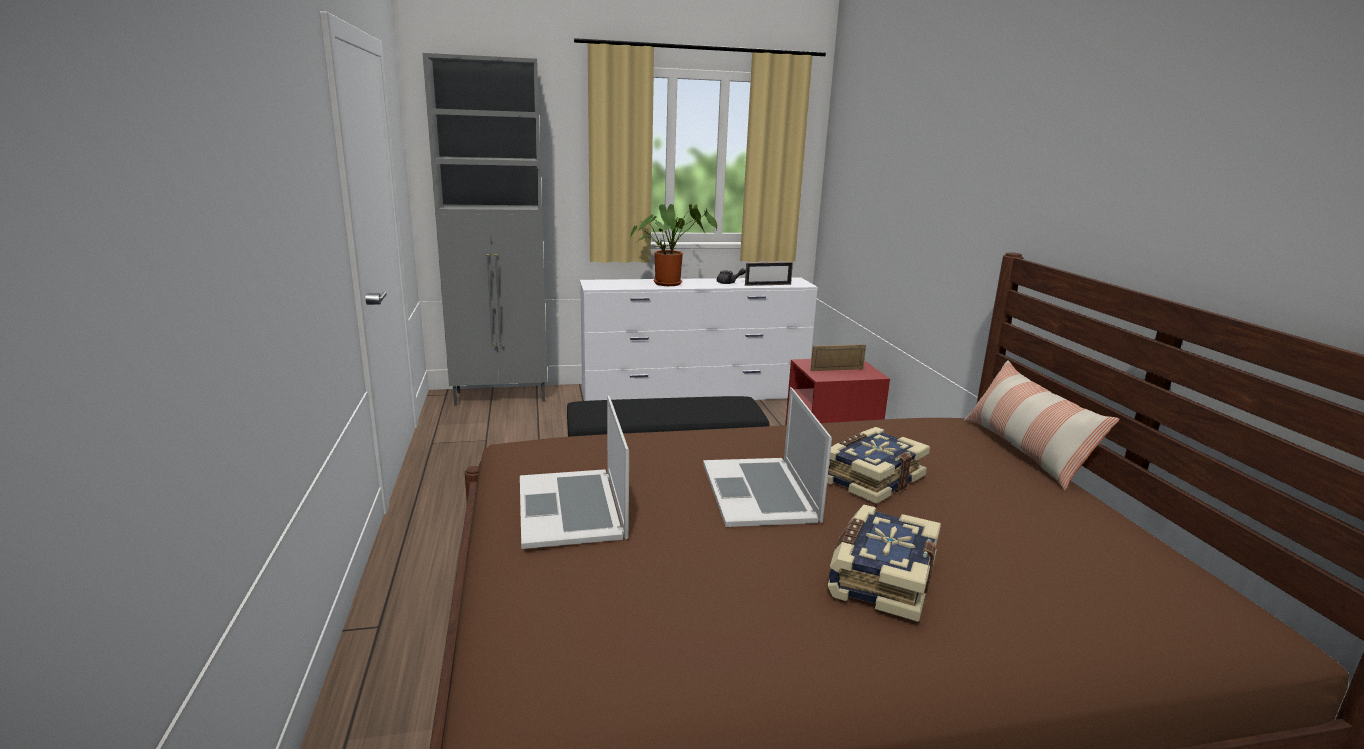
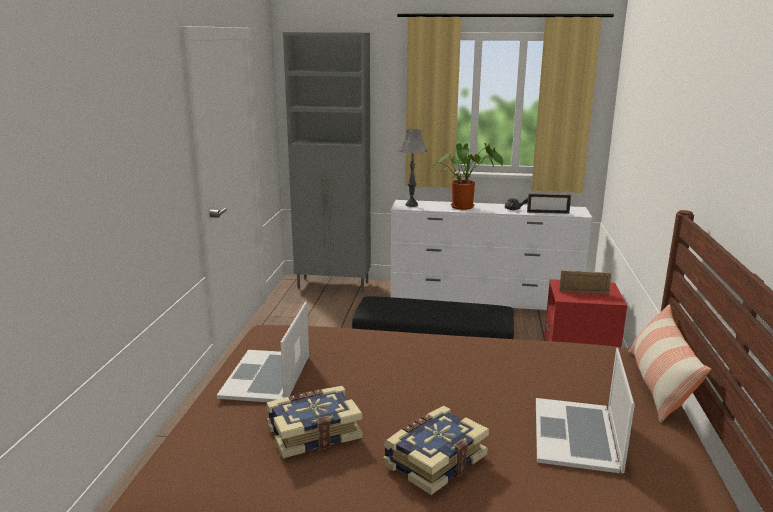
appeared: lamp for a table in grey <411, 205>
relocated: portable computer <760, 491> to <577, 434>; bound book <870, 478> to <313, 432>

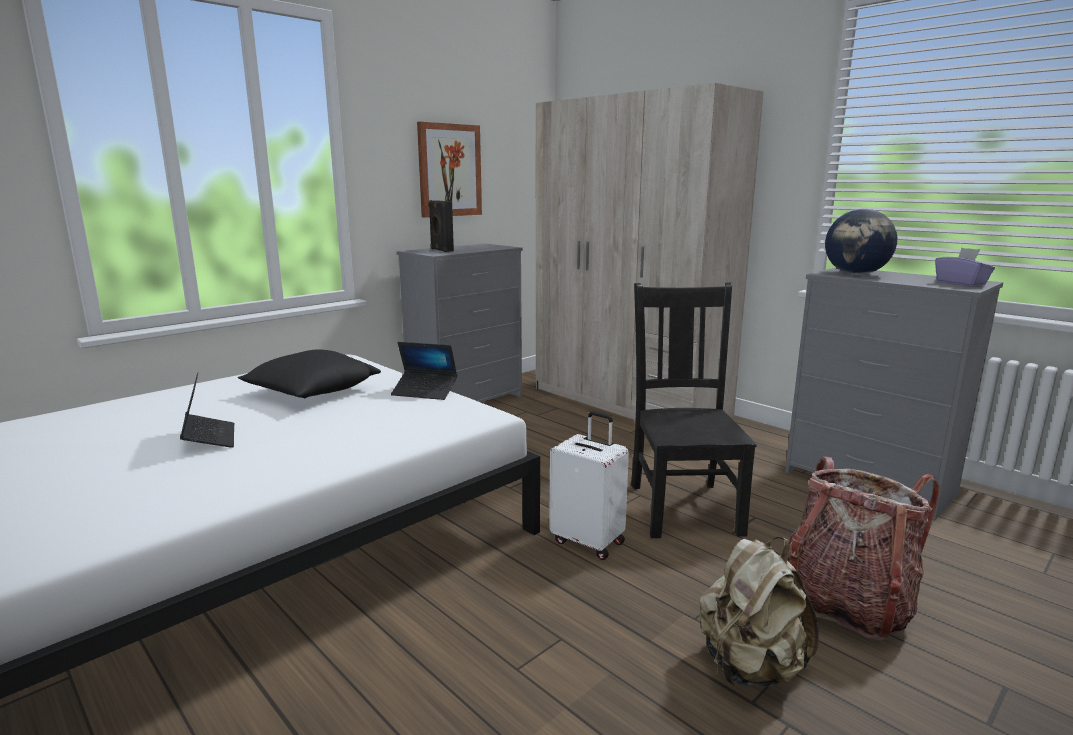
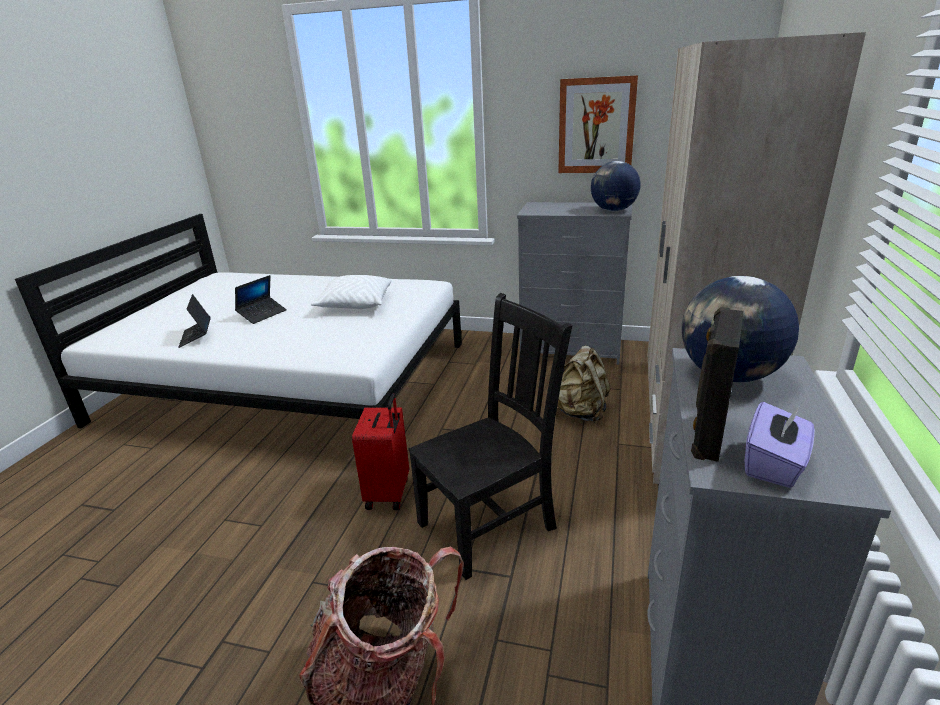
appeared: desk globe <613, 210>
relocated: portable computer <425, 392> to <196, 336>; loudspeaker in black <441, 250> to <706, 435>; rucksack in beige-coloured <750, 667> to <580, 412>
colour: pillow in black <312, 393> to pillow in white-coloured <355, 304>; piece of luggage in white-coloured <589, 541> to piece of luggage in red-coloured <389, 493>

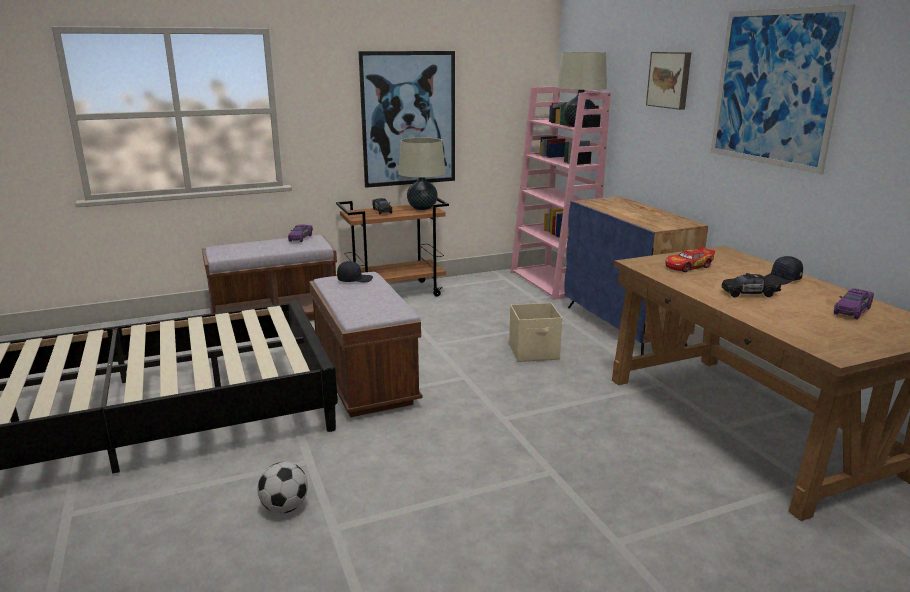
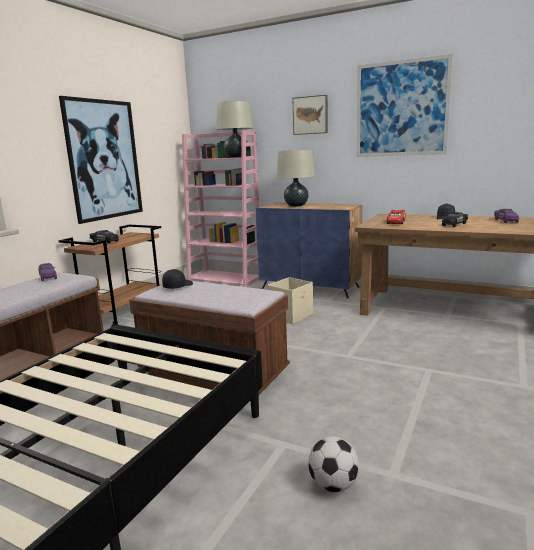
relocated: lamp for a table in beige-coloured <422, 208> to <296, 205>

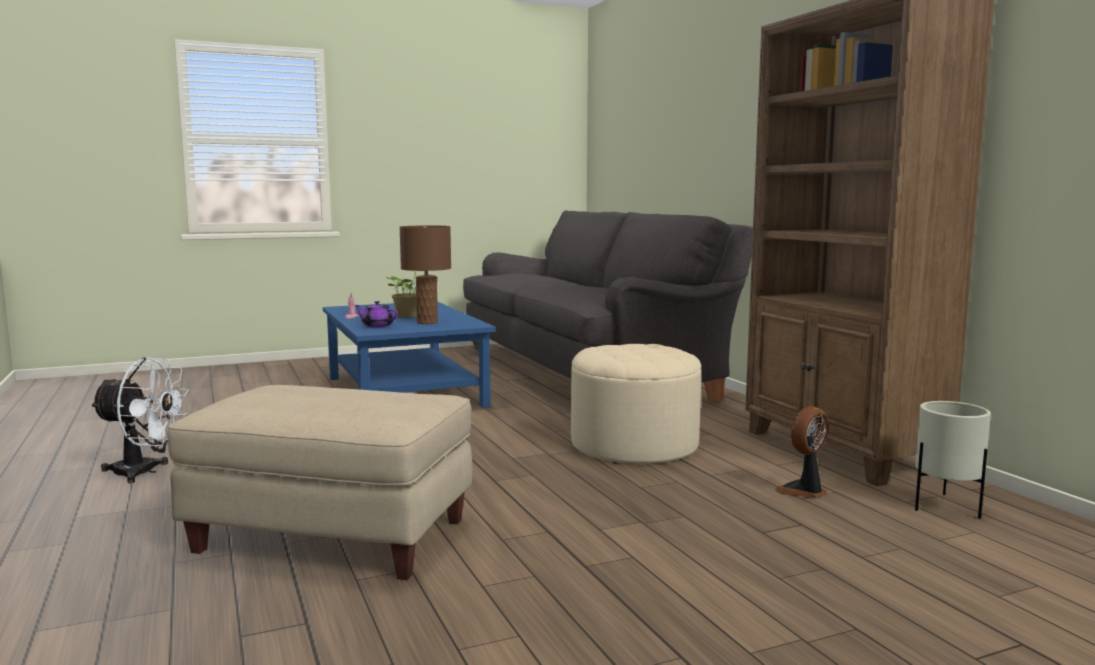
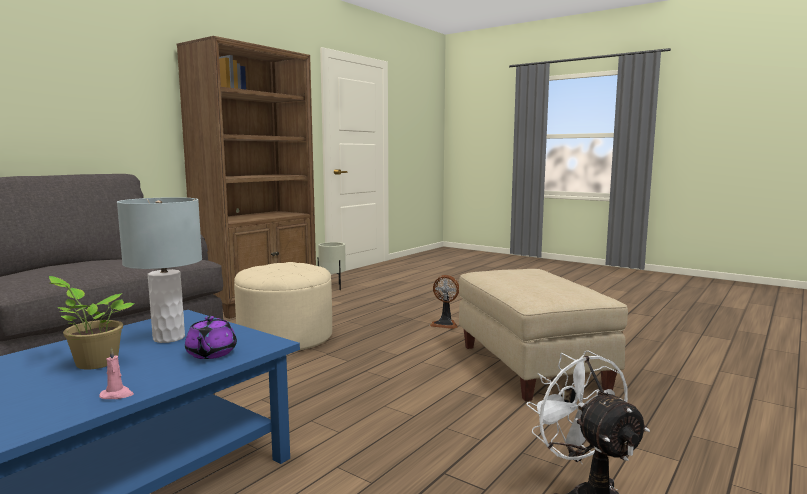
relocated: electric fan <804, 491> to <445, 324>
colour: lamp for a table in brown-coloured <427, 322> to lamp for a table in grey <169, 338>

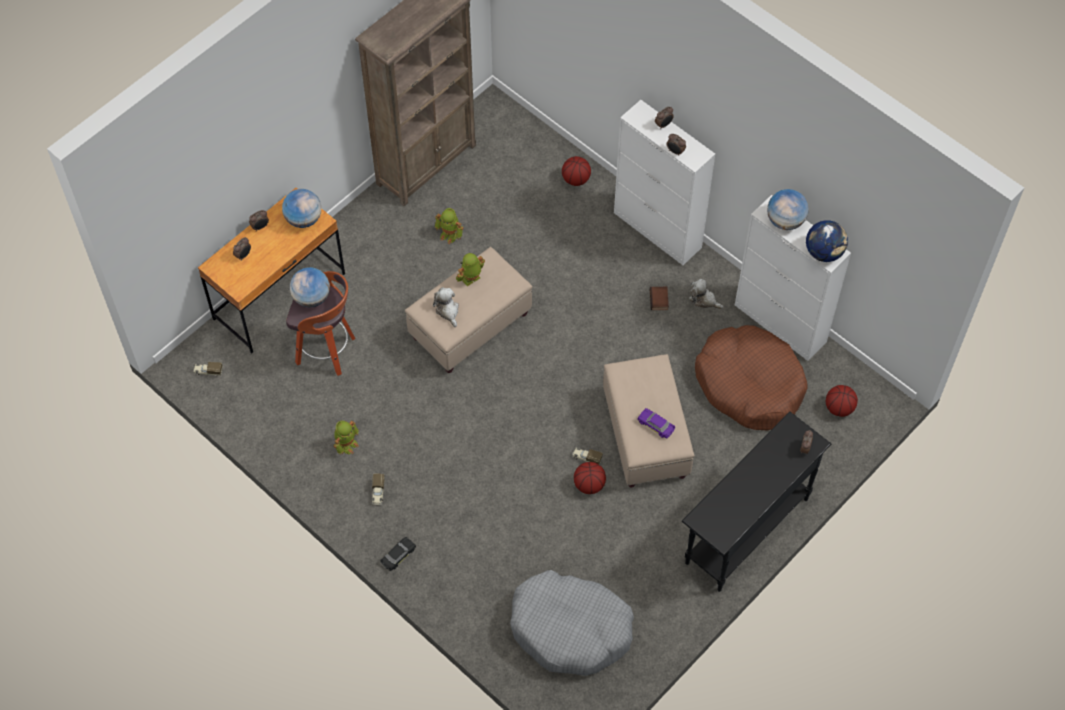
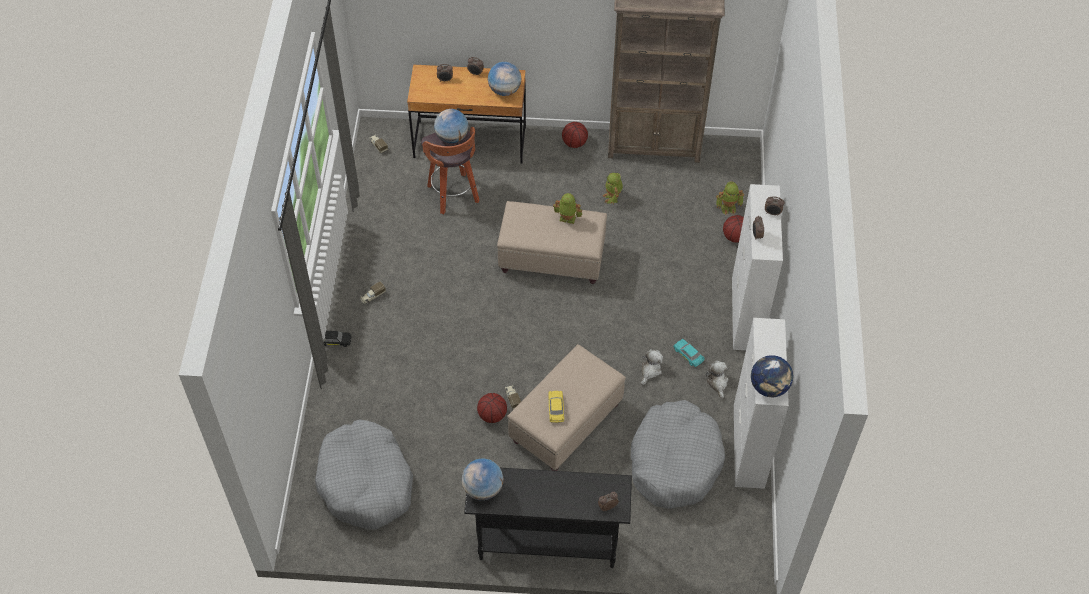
relocated: robot figure <347, 444> to <728, 207>; soft toy <447, 310> to <650, 370>; desk globe <785, 221> to <483, 489>; basketball <839, 408> to <574, 143>
exchanged: bound book <659, 300> to model car in blue-green <688, 355>
colour: model car in purplish <655, 425> to model car in yellow <556, 409>; pet bed in brown-coloured <749, 384> to pet bed in grey <674, 461>

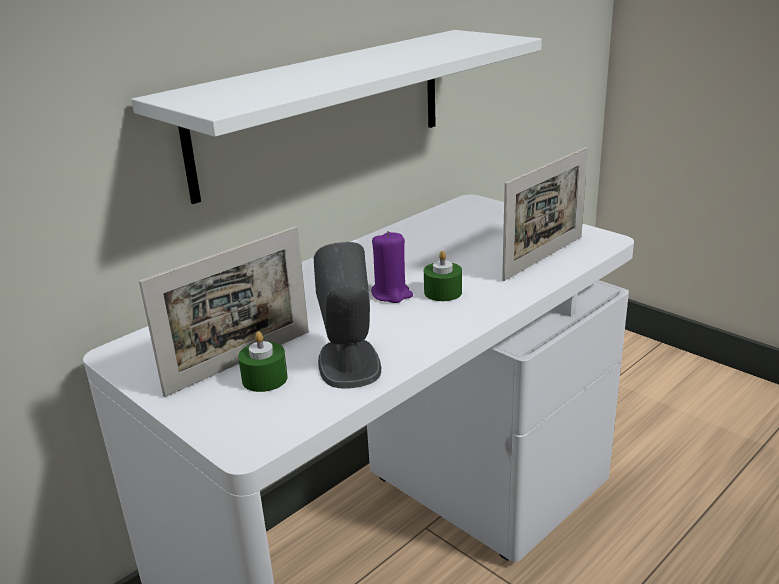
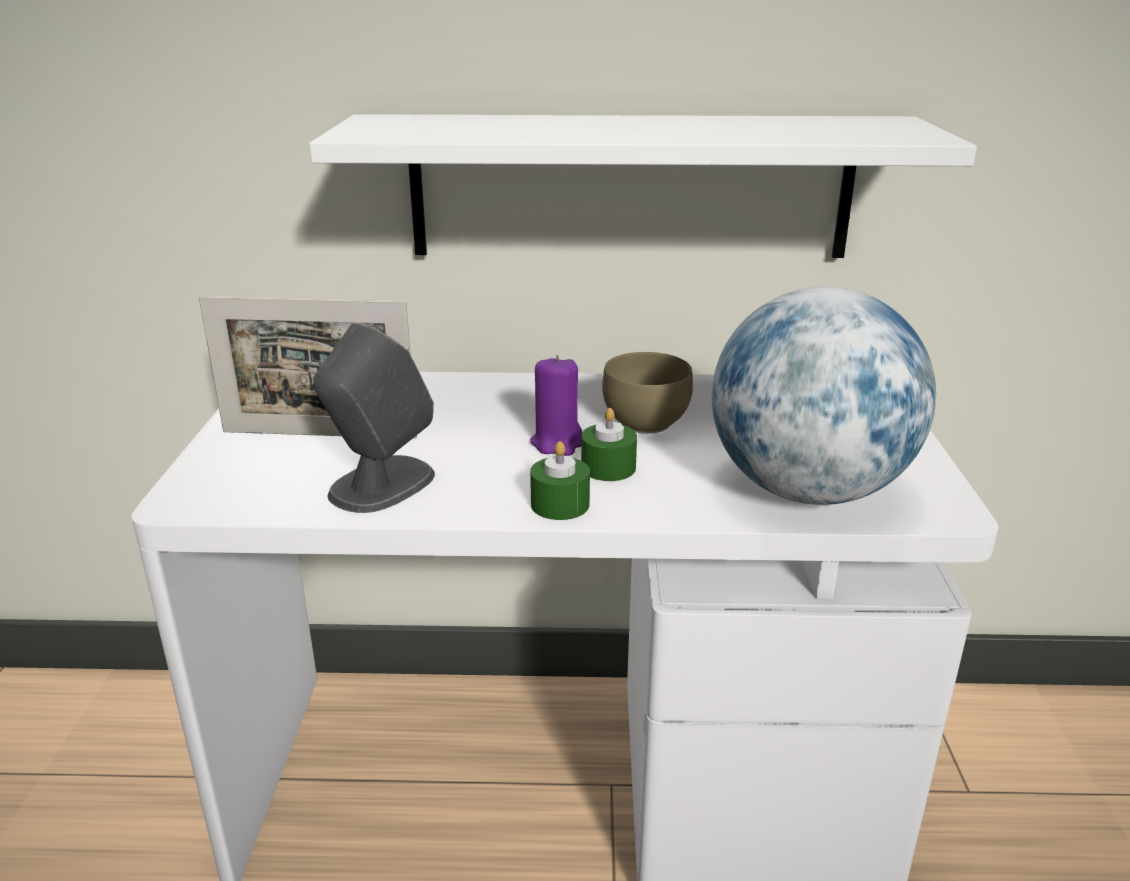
appeared: deep dish in brown-coloured <648, 423>
relocated: wax candle in green-coloured <264, 379> to <560, 504>
exchanged: standing frame <543, 257> to desk globe <808, 490>

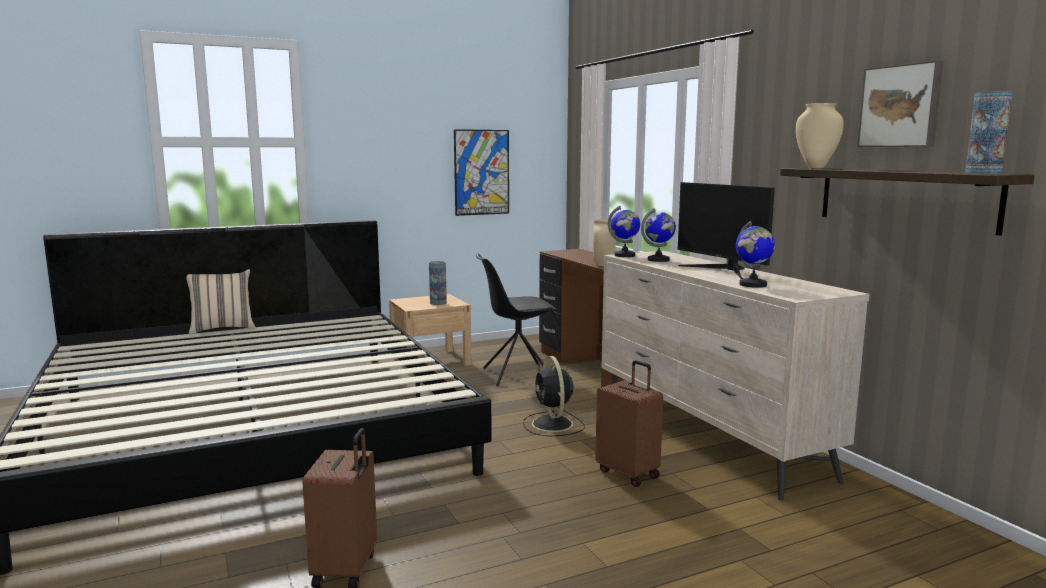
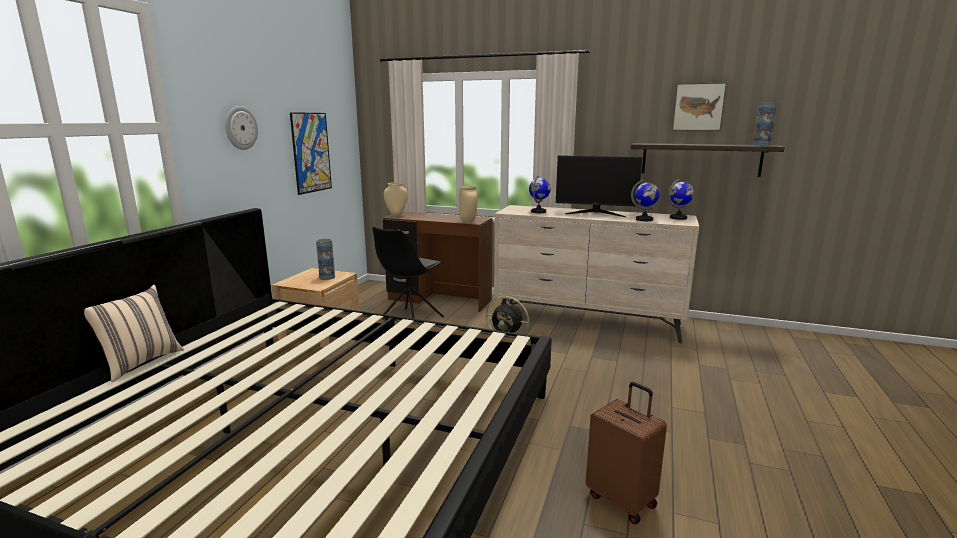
missing: piece of luggage in brown-coloured <629, 473>
appeared: hanging clock <240, 128>
relocated: desk globe <624, 255> to <678, 218>; flower vase in beige-coloured <815, 168> to <396, 216>

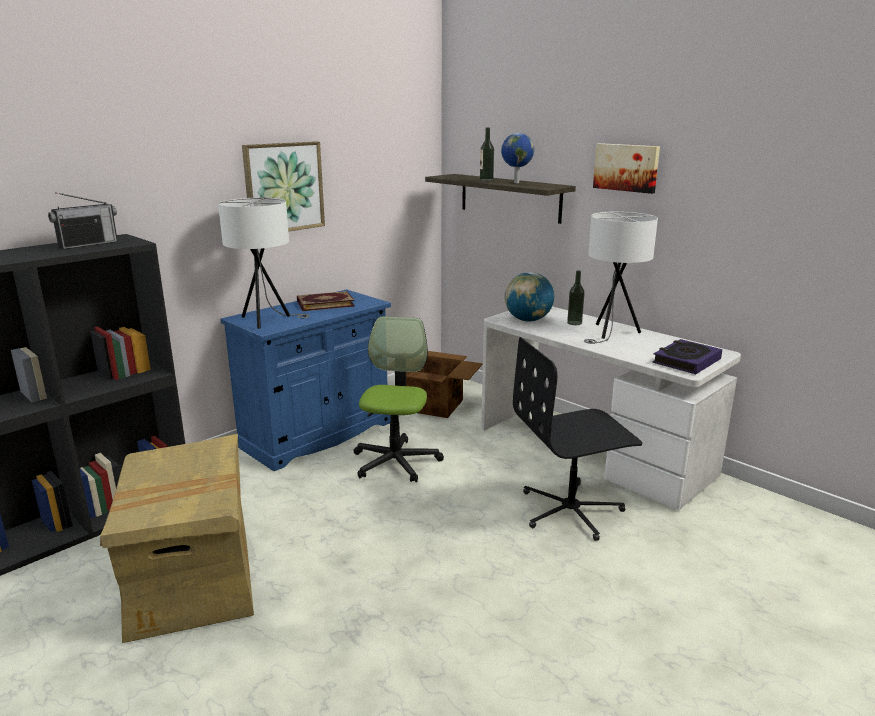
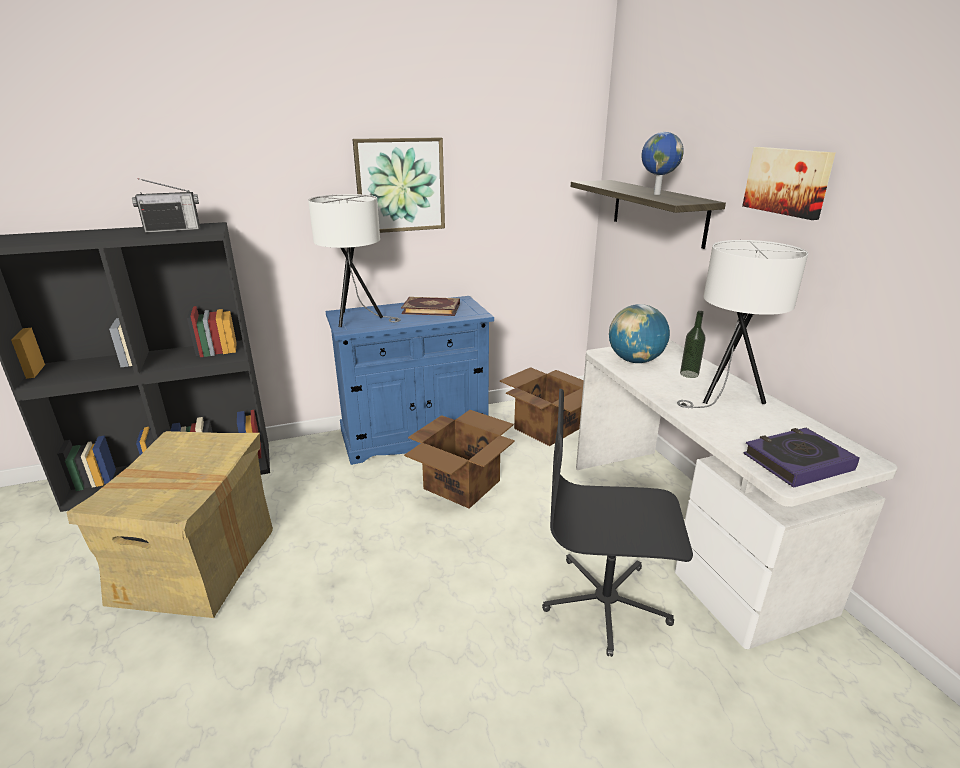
missing: drink bottle <486, 180>
exchanged: desk chair <396, 462> to carton <463, 484>

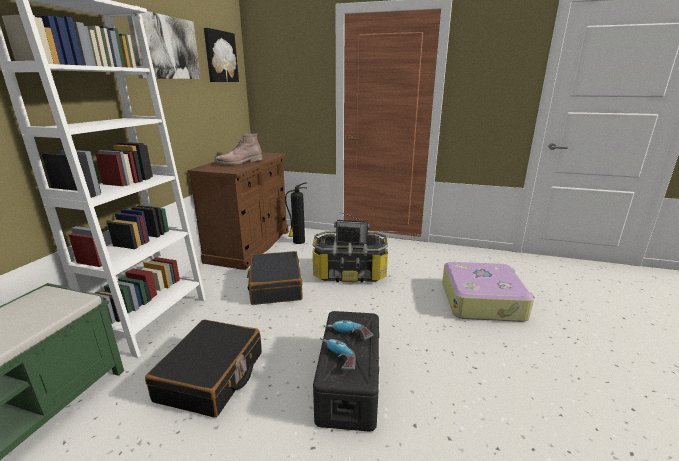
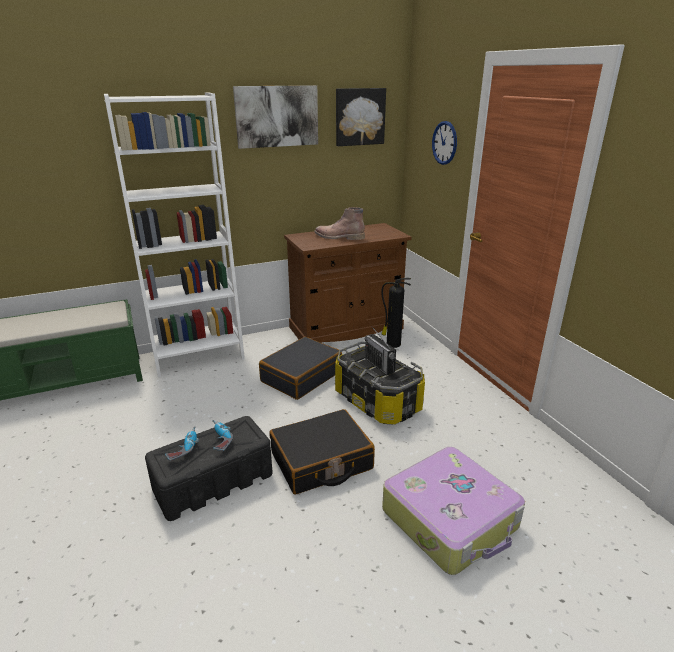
appeared: hanging clock <444, 143>
relocated: piece of luggage in black <212, 376> to <321, 462>

